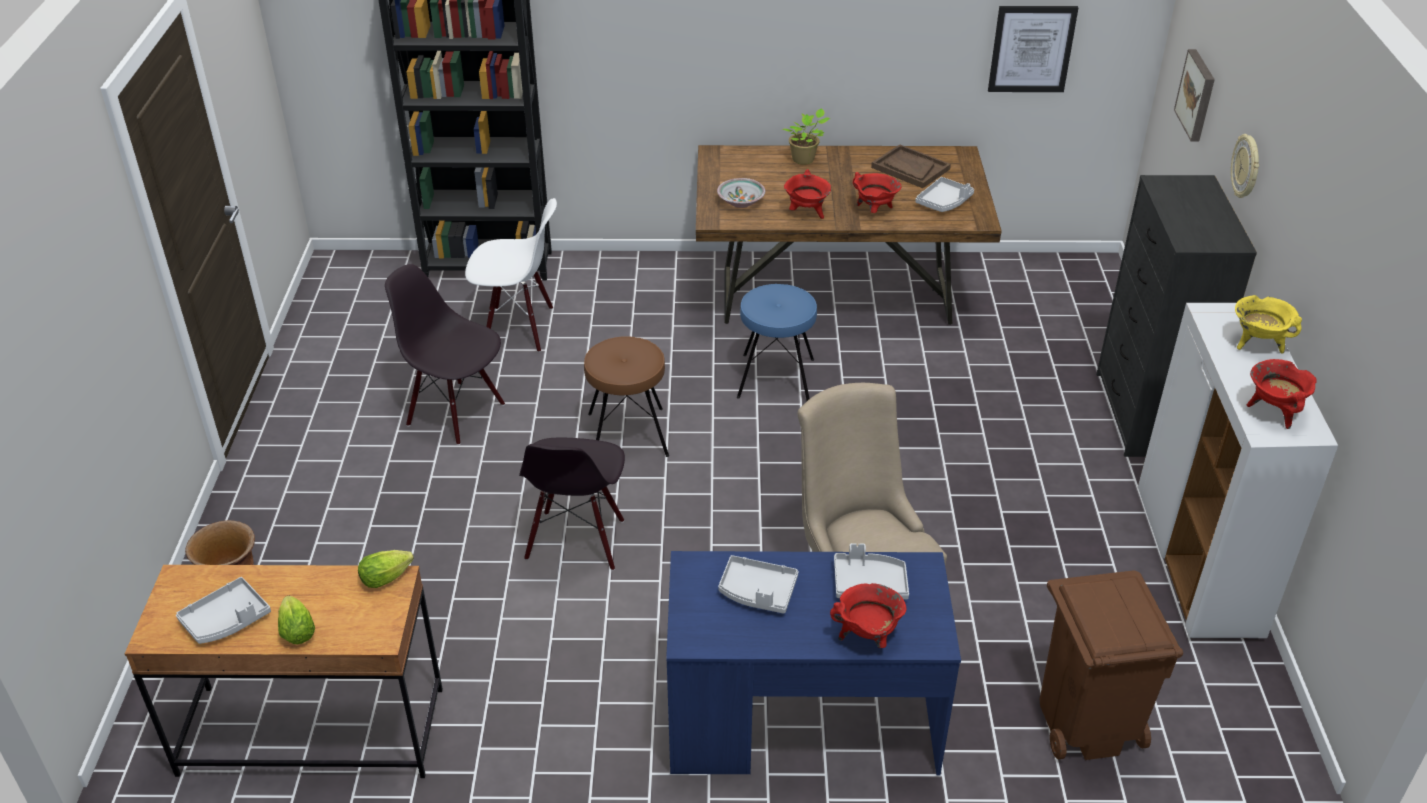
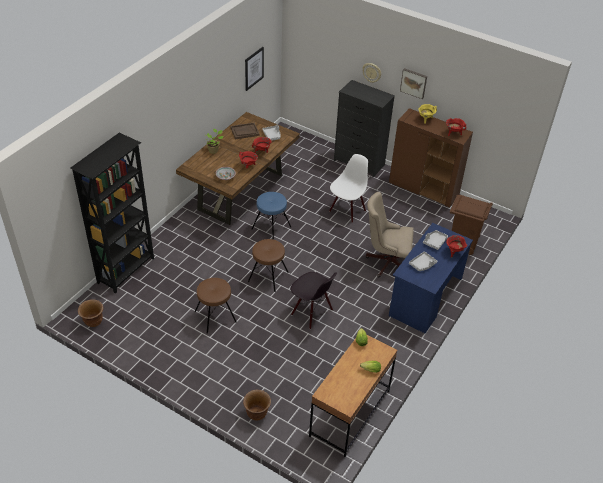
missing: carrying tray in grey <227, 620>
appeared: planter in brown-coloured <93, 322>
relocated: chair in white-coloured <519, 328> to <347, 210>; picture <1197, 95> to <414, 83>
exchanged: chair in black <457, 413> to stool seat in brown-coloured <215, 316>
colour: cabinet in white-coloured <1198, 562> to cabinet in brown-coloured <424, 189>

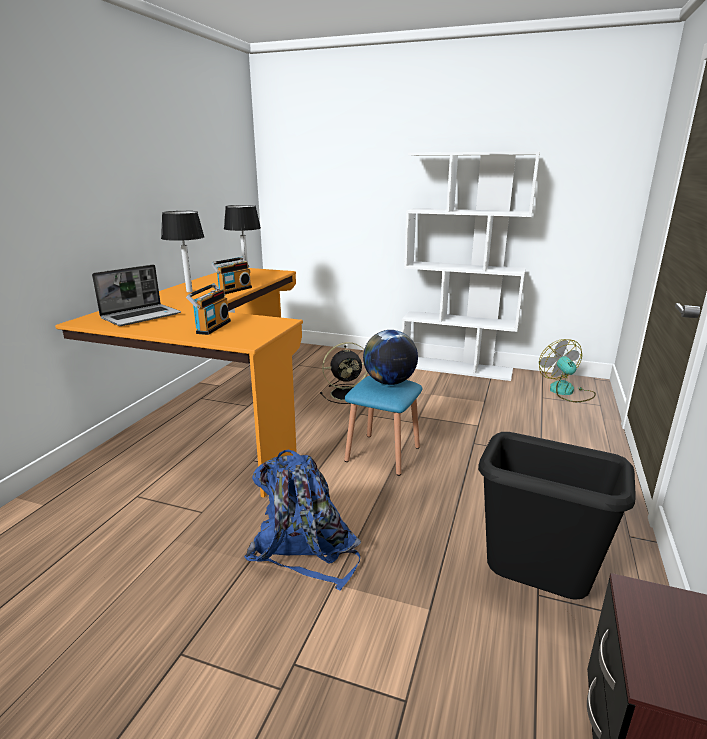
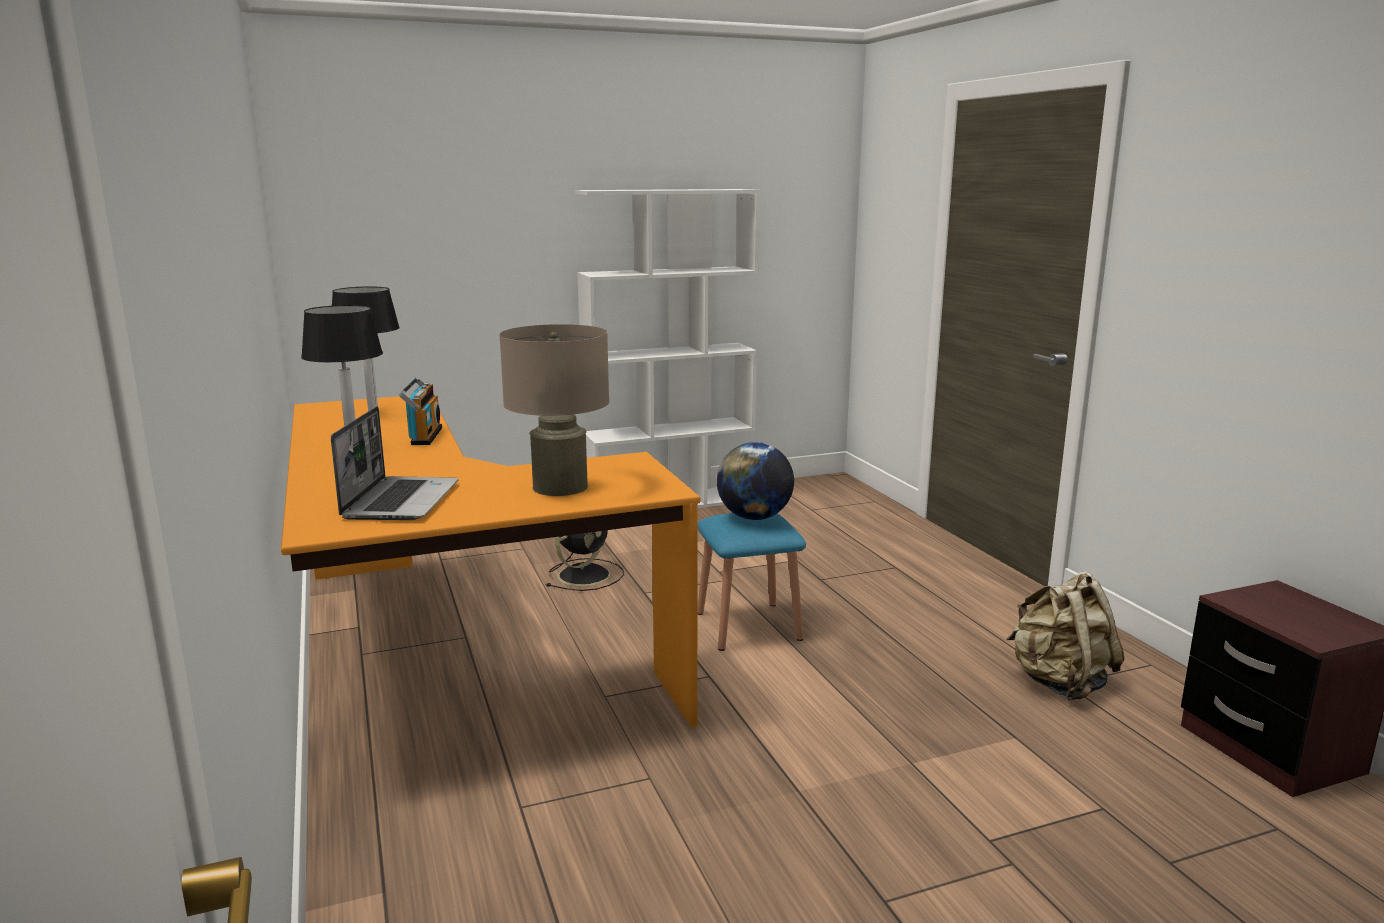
missing: rucksack in bluish <305, 548>; electric fan <566, 392>
exchanged: radio set <211, 327> to lamp for a table in beige-coloured <560, 487>; trash can in black <532, 591> to rucksack in beige-coloured <1059, 683>

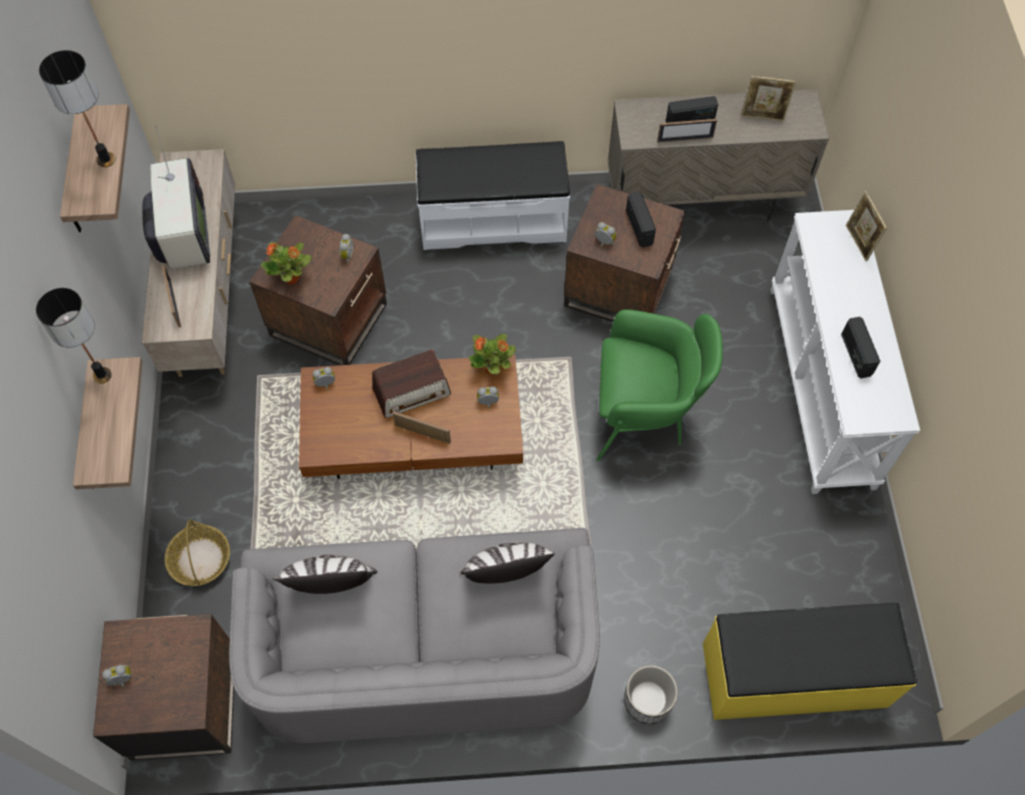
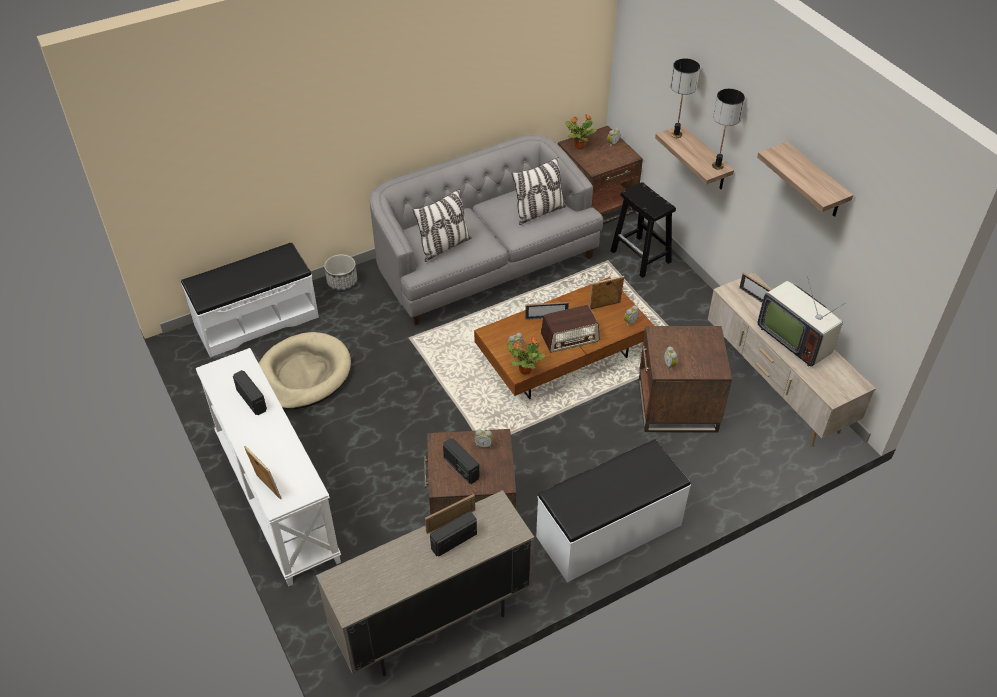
missing: easy chair in green-coloured <644, 415>
appeared: pet bed in beige-coloured <303, 374>
relocated: lamp for a table <105, 160> to <676, 134>; plant in a pot <292, 278> to <579, 146>; standing frame <763, 116> to <604, 307>
exchanged: storage basket <200, 559> to stool seat in black <641, 257>
colour: long seat in yellow <794, 676> to long seat in white-coloured <256, 320>
spun: radio set <412, 392> = <570, 337> 150 degrees counterclockwise

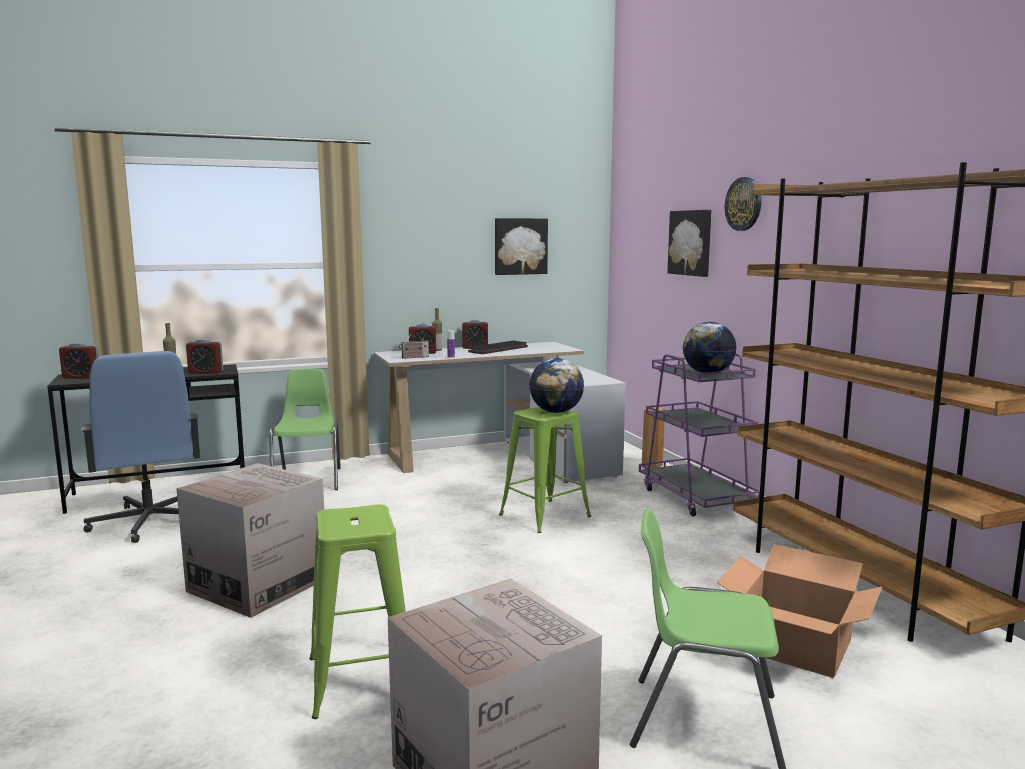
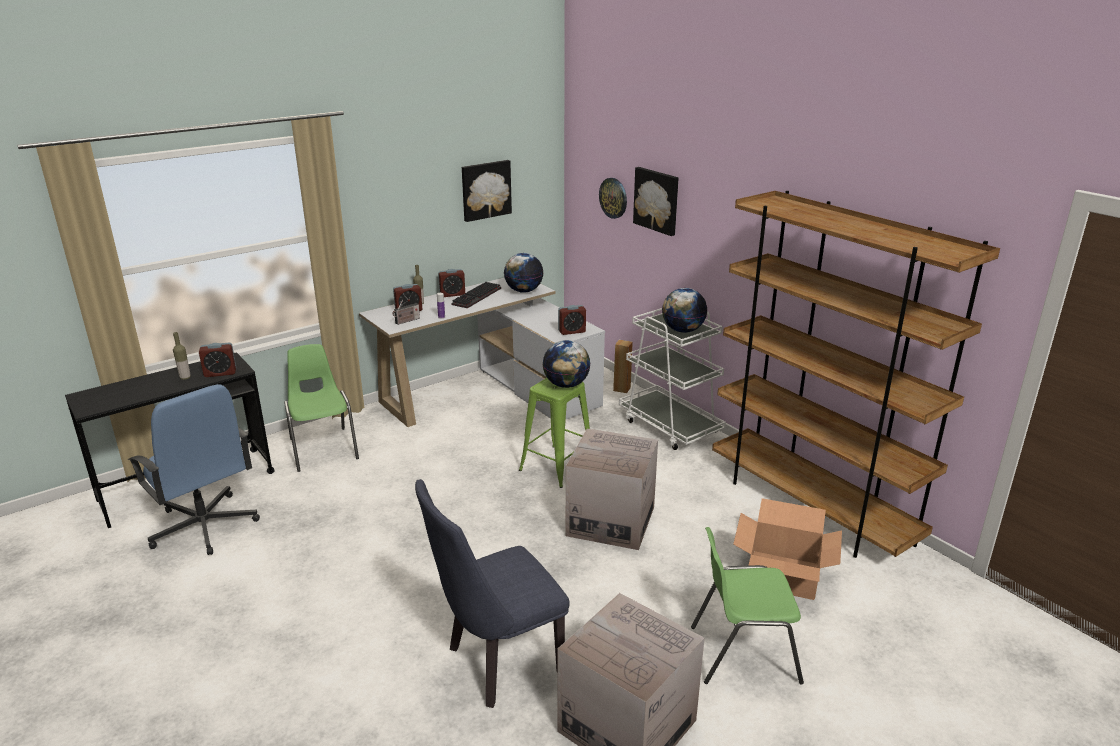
appeared: desk globe <523, 291>
relocated: table clock <81, 377> to <572, 331>; carton <258, 585> to <610, 521>; hanging clock <744, 204> to <613, 198>
exchanged: stool seat in green-coloured <361, 679> to chair in bluish <496, 664>
colour: cart in purplish <696, 497> to cart in white-coloured <670, 426>

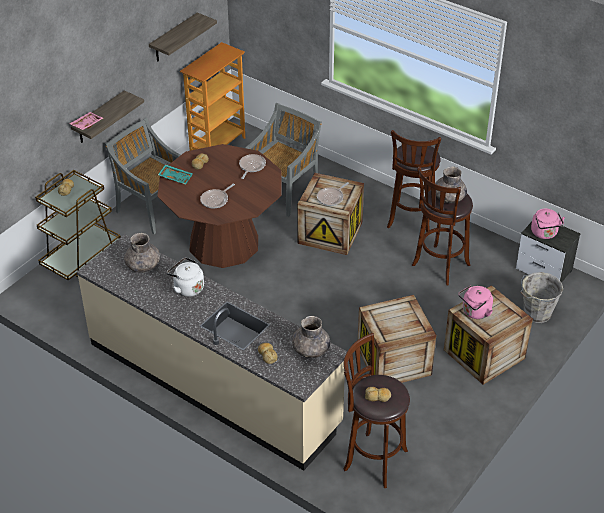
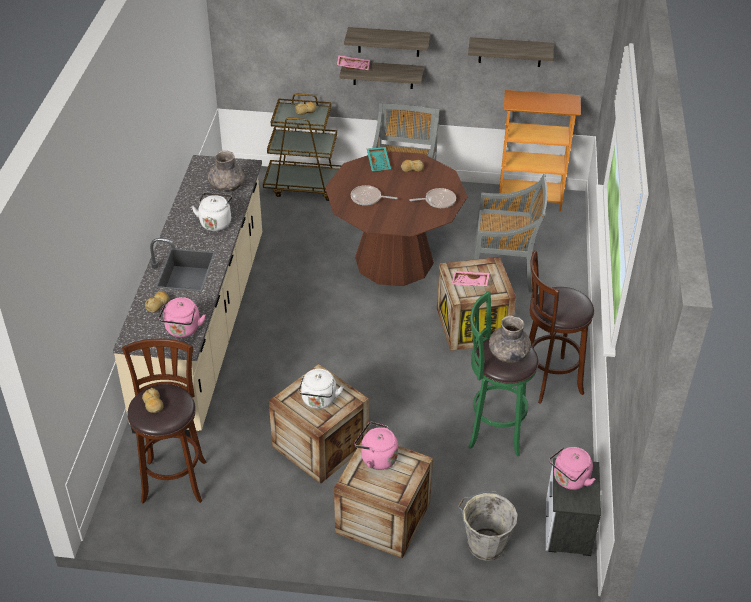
appeared: water kettle in white-coloured <319, 401>; shelf <388, 42>
exchanged: flower vase in grey <310, 350> to water kettle in pinkish <183, 330>; skillet <331, 198> to carrying tray in pinkish <470, 283>
colour: stool seat in brown-coloured <439, 267> to stool seat in green-coloured <493, 430>

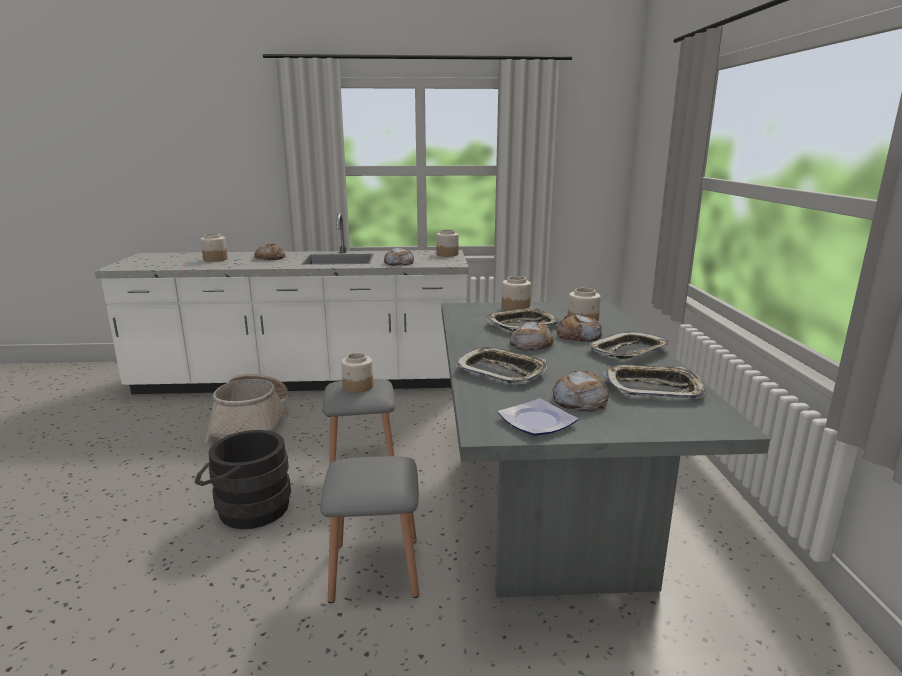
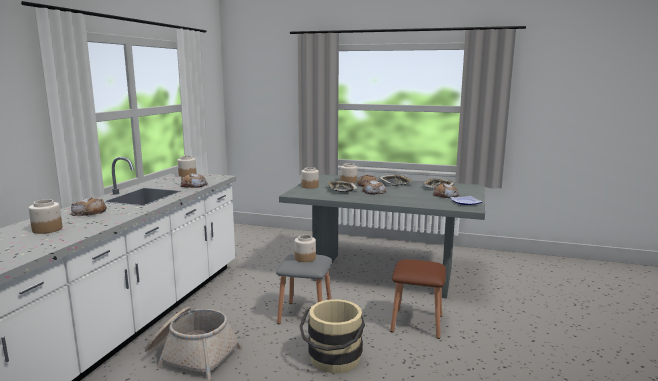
missing: carrying tray <501, 371>
colour: pail in black <247, 508> to pail in beige-coloured <333, 361>; stool seat in grey <375, 569> to stool seat in brown-coloured <416, 323>

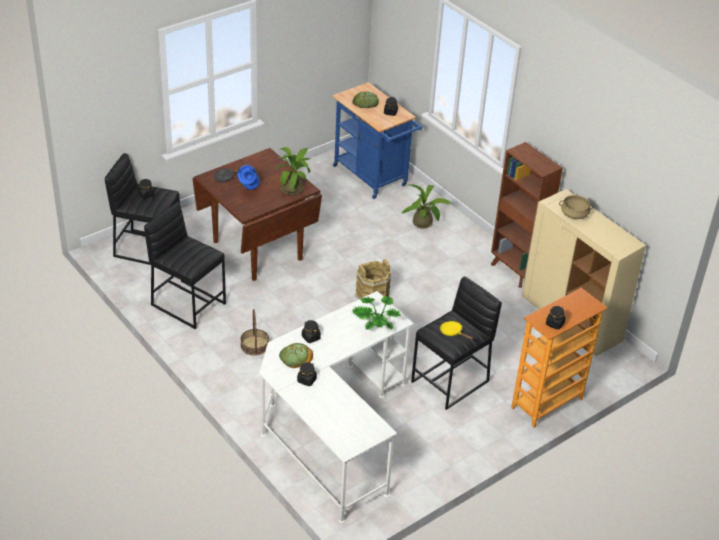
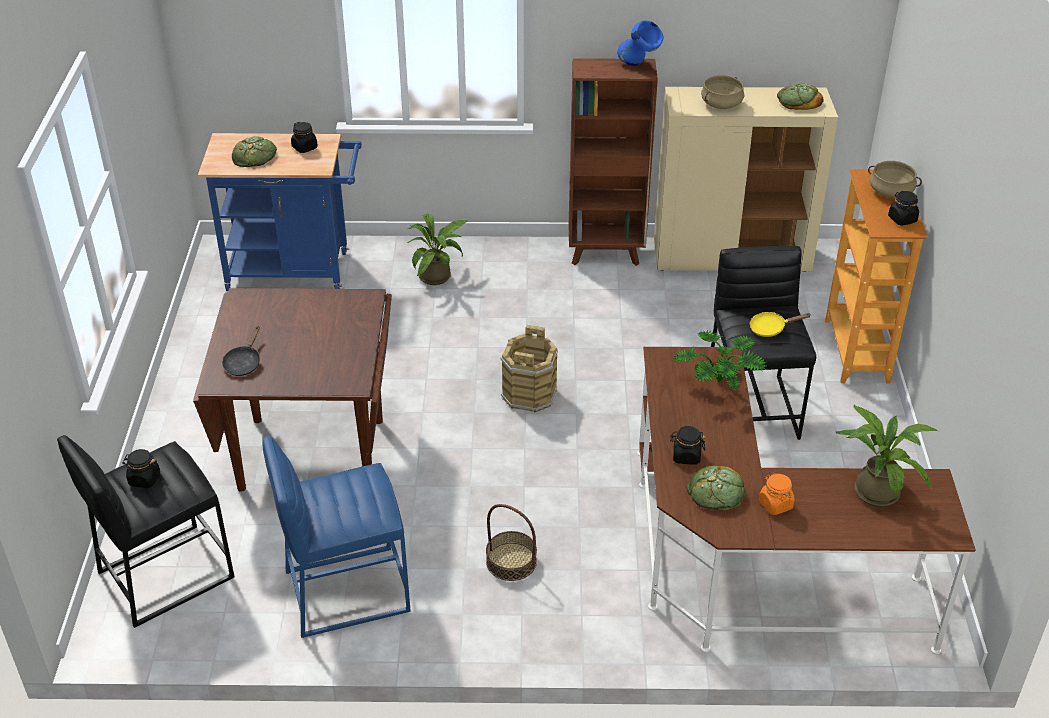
appeared: bread <798, 100>; cooking pot in beige-coloured <891, 191>
relocated: flower vase in bluish <249, 190> to <638, 66>; plant in a pot <294, 188> to <874, 488>
colour: stool seat in black <188, 303> to stool seat in bluish <345, 590>; desk table in white-coloured <332, 429> to desk table in brown-coloured <750, 567>; storage jar in black <307, 380> to storage jar in orange <775, 504>

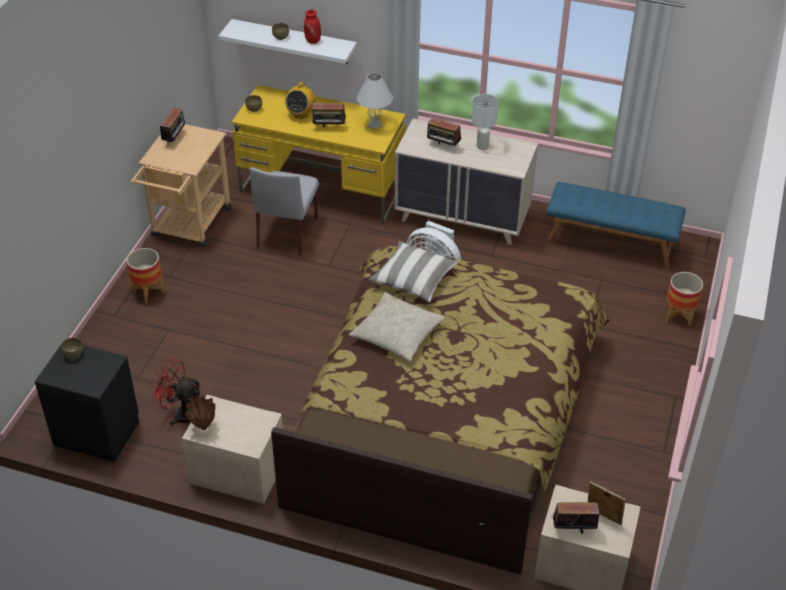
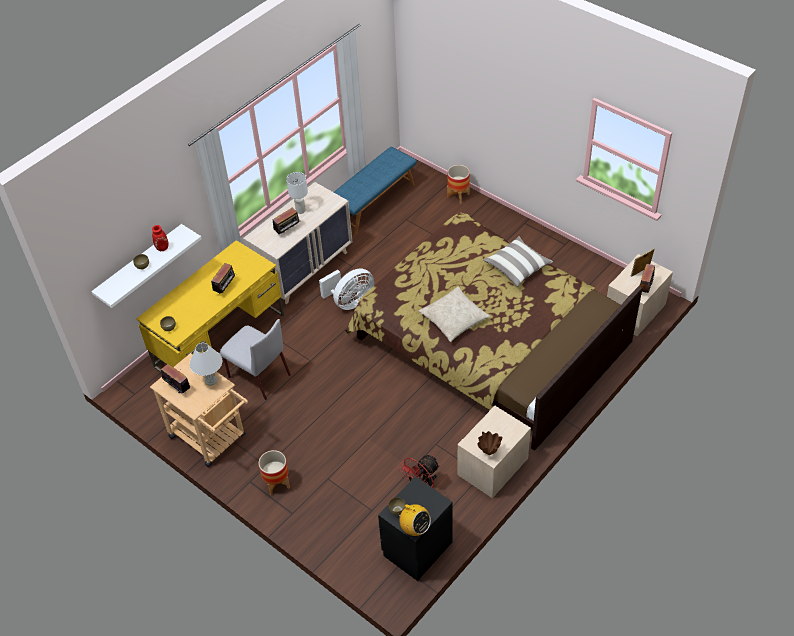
relocated: radio set <301, 114> to <415, 528>; lamp for a table in white-coloured <374, 125> to <211, 381>; pillow <413, 280> to <517, 267>

